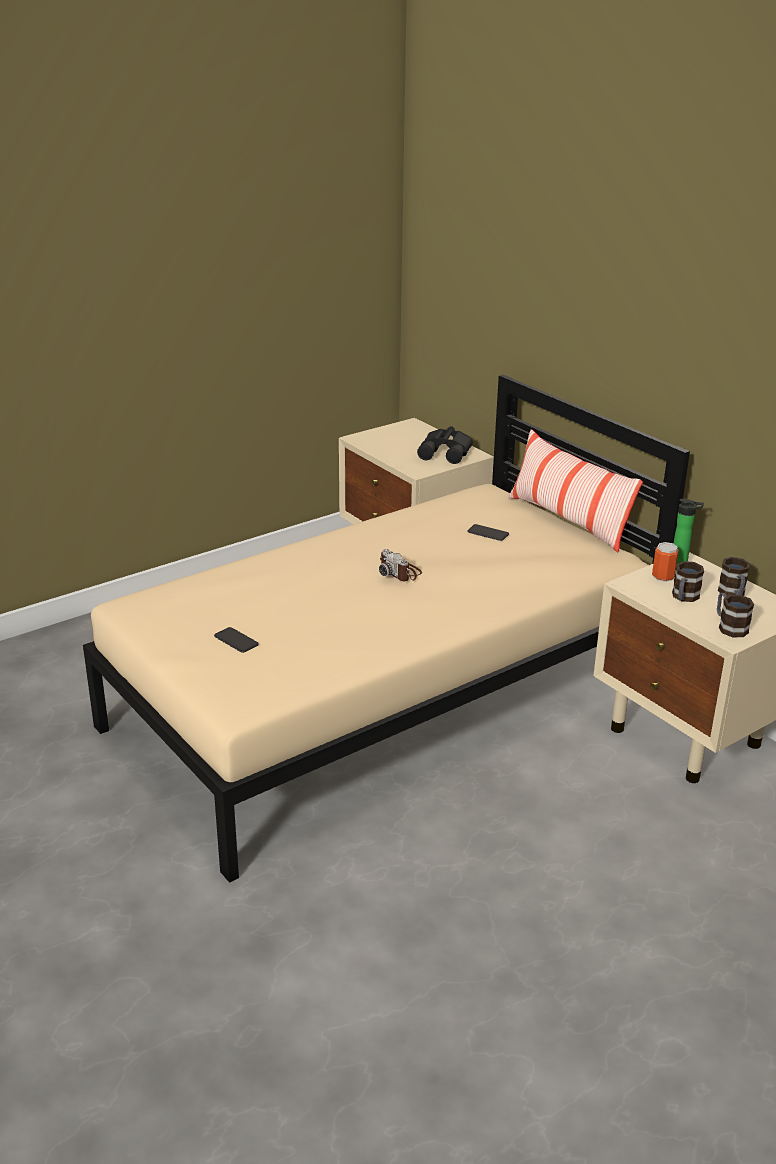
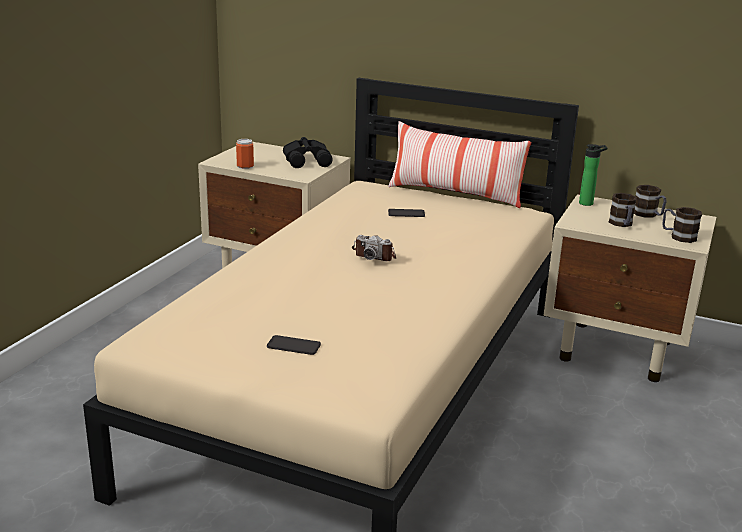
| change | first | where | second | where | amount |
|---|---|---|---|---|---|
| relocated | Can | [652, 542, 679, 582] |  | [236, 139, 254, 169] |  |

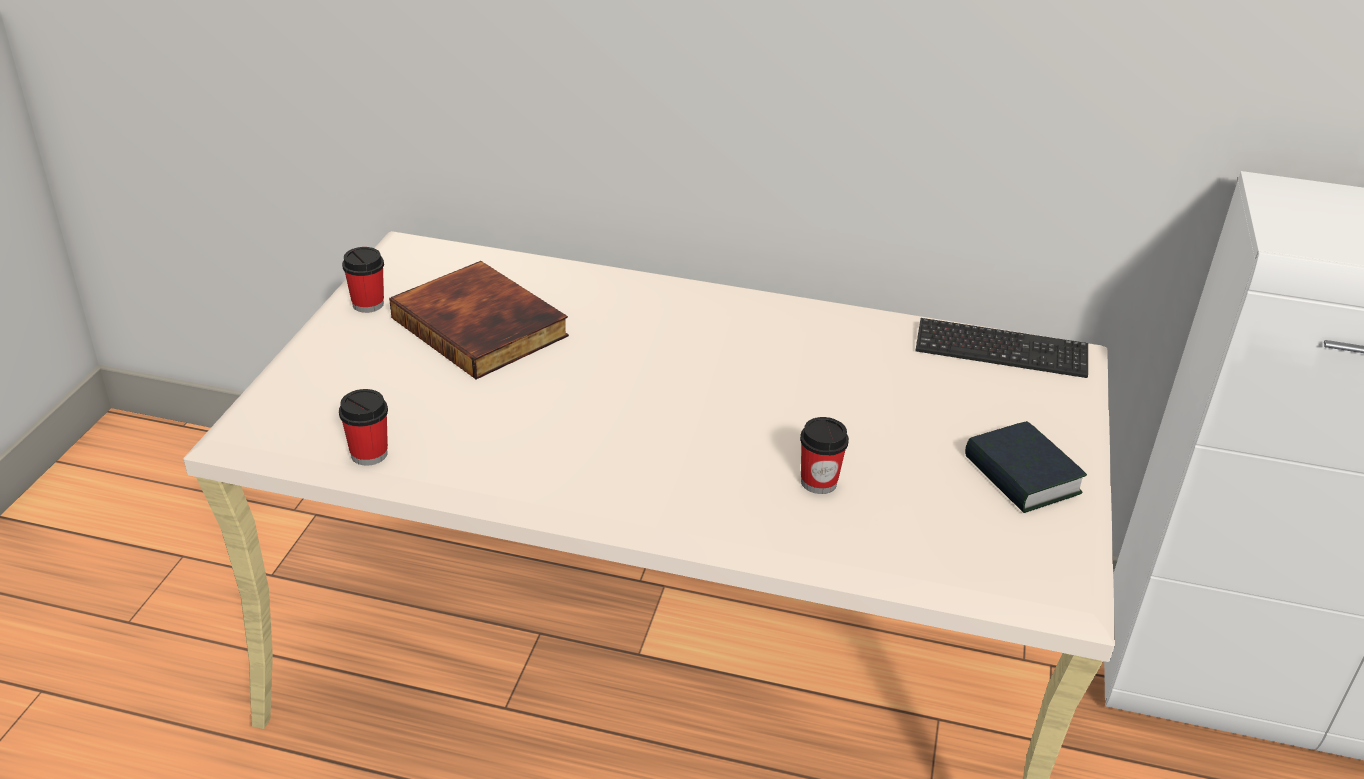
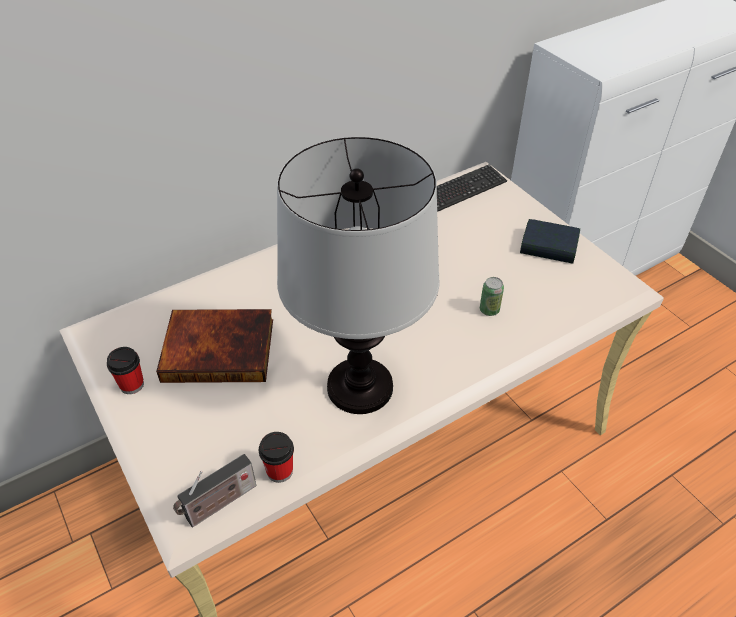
| change | first | where | second | where | amount |
|---|---|---|---|---|---|
| appeared |  |  | RadioSet | [173, 454, 256, 527] |  |
| appeared |  |  | TableLamp | [277, 137, 439, 414] |  |
| exchanged | SmallCup | [800, 417, 849, 494] | Can | [480, 277, 504, 316] |  |

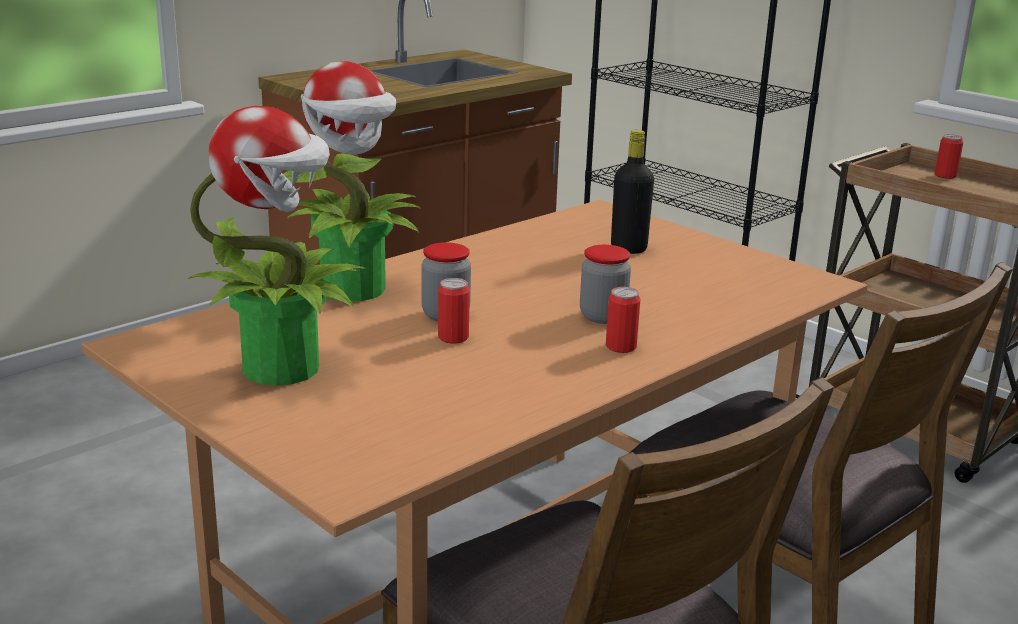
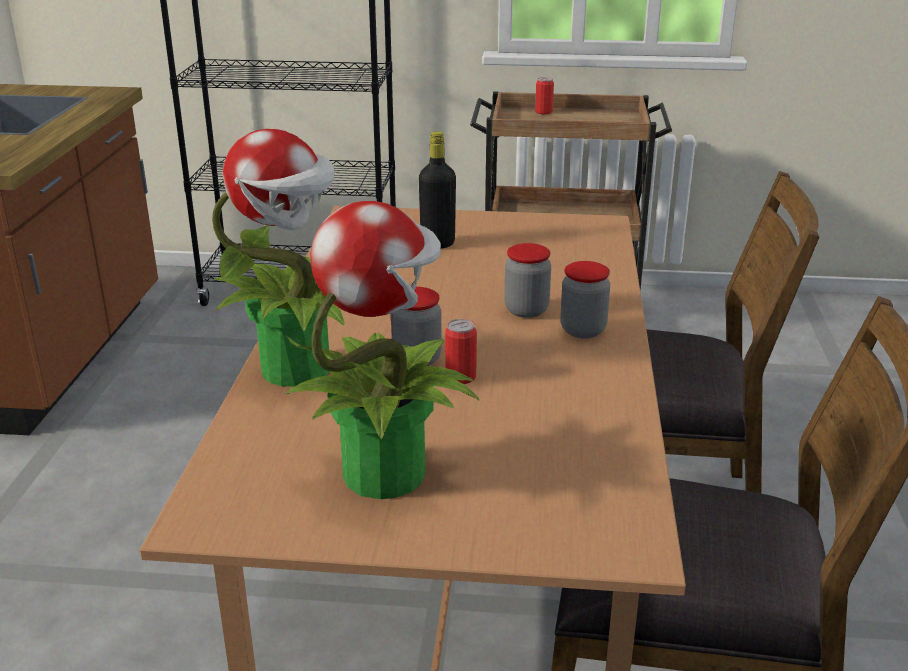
| change | first | where | second | where | amount |
|---|---|---|---|---|---|
| exchanged | Can | [606, 287, 640, 353] | PreserveJar | [560, 261, 610, 339] |  |

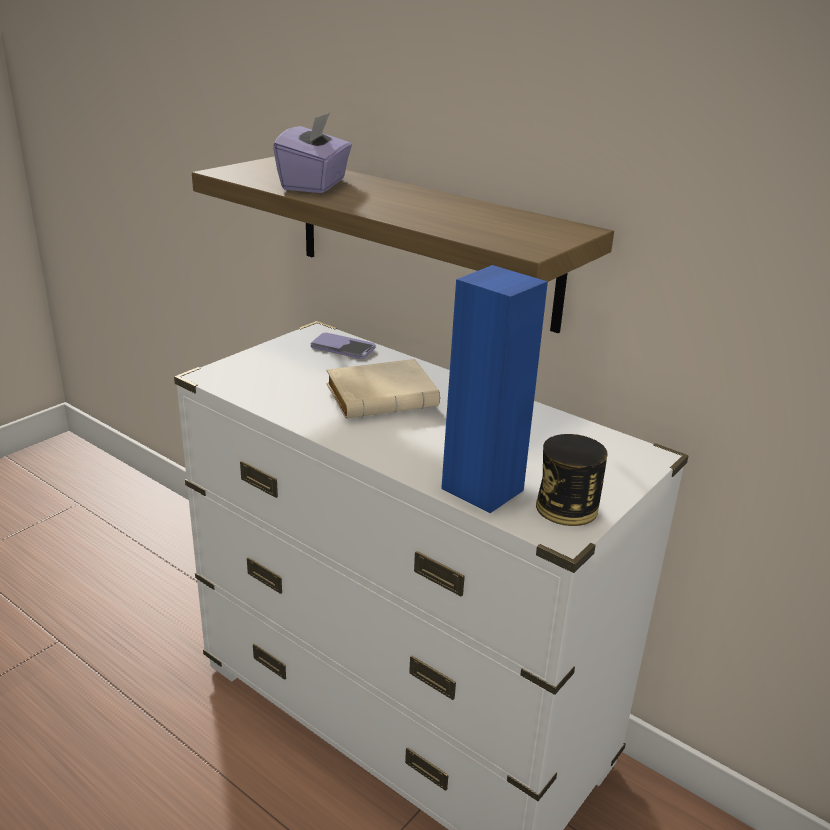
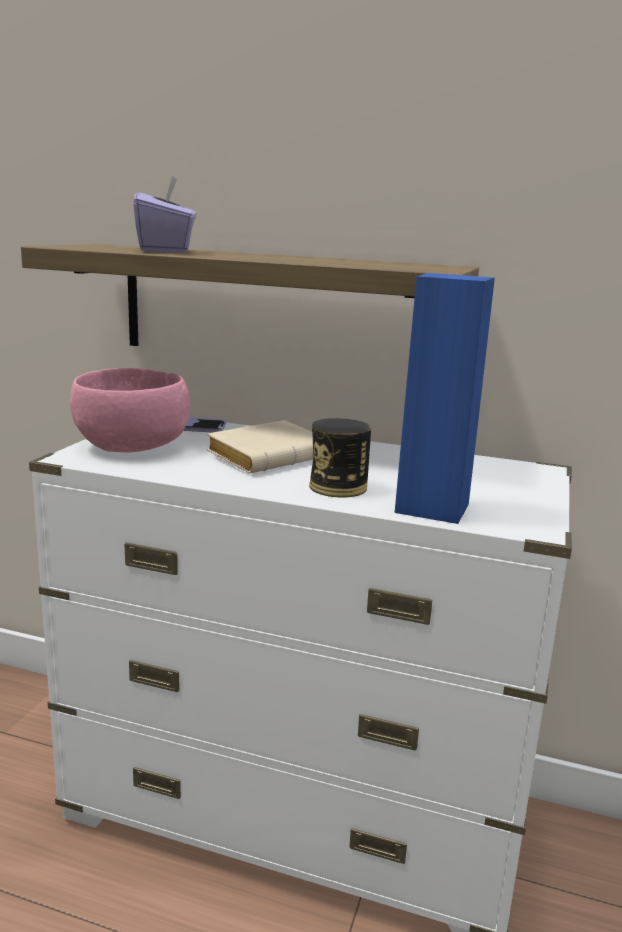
| change | first | where | second | where | amount |
|---|---|---|---|---|---|
| appeared |  |  | PinkColouredDeepDish | [70, 368, 190, 452] |  |
| relocated | Can | [536, 434, 607, 526] |  | [309, 418, 371, 498] |  |

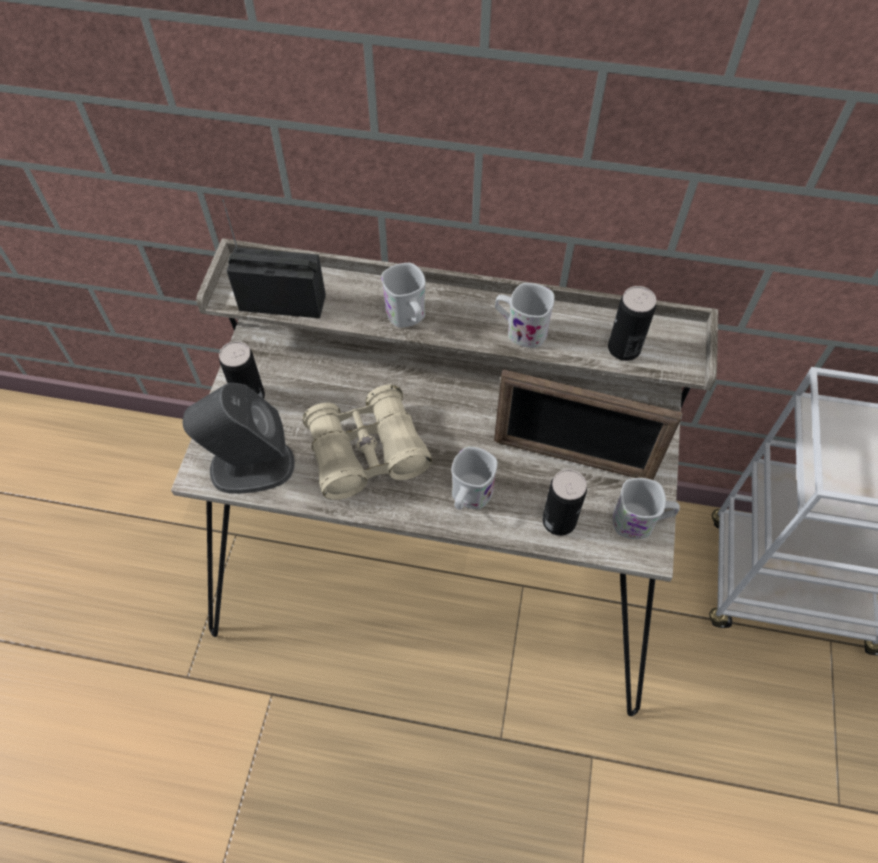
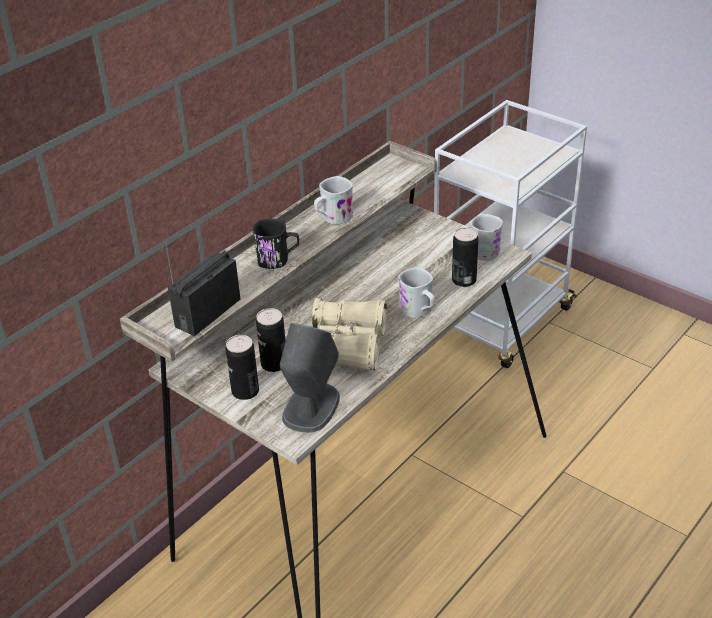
| change | first | where | second | where | amount |
|---|---|---|---|---|---|
| colour | WhiteColouredCoffeeMug | [381, 263, 426, 328] | BlackColouredCoffeeMug | [253, 219, 299, 269] |  |
| relocated | Can | [608, 286, 656, 361] |  | [256, 308, 286, 372] |  |
| missing | StandingFrame | [494, 369, 682, 480] |  |  |  |

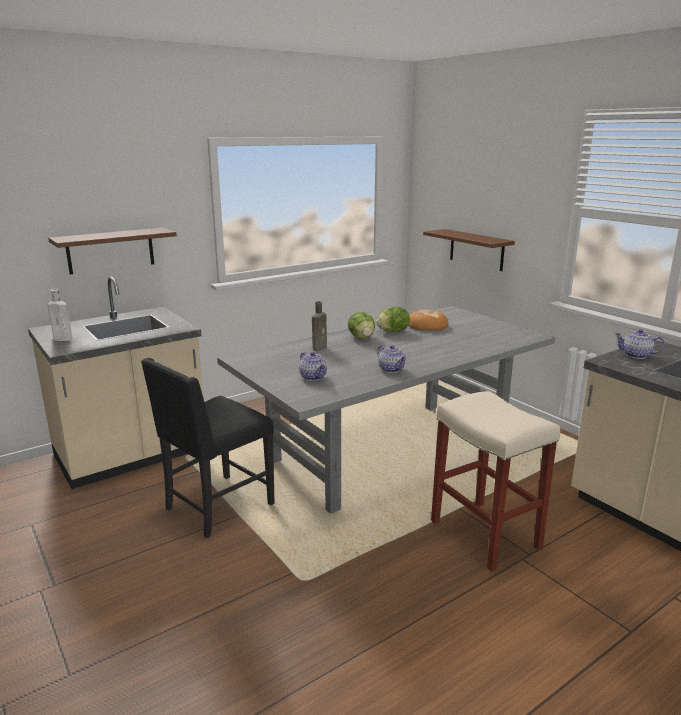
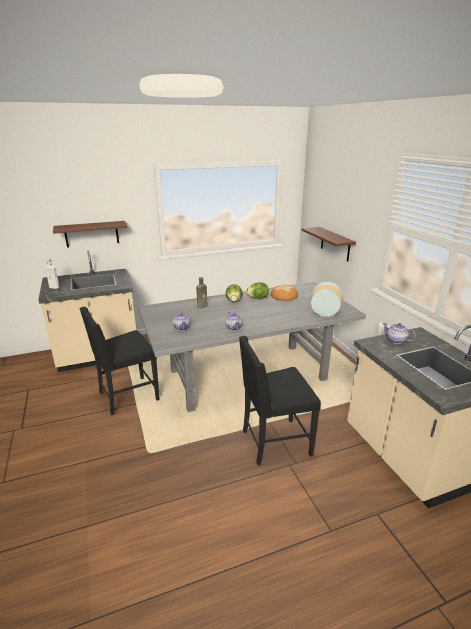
| change | first | where | second | where | amount |
|---|---|---|---|---|---|
| exchanged | BeigeColouredSittingStool | [431, 391, 560, 571] | BlackColouredChair | [239, 336, 321, 465] |  |
| appeared |  |  | DecorativeVase | [311, 282, 343, 317] |  |

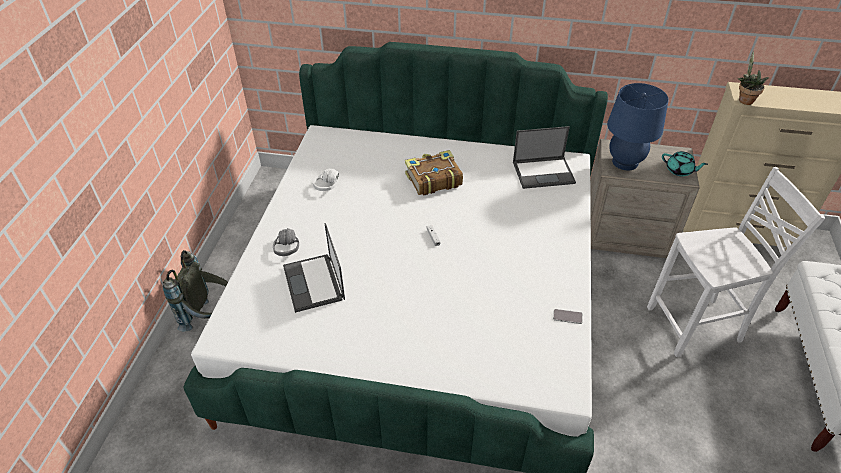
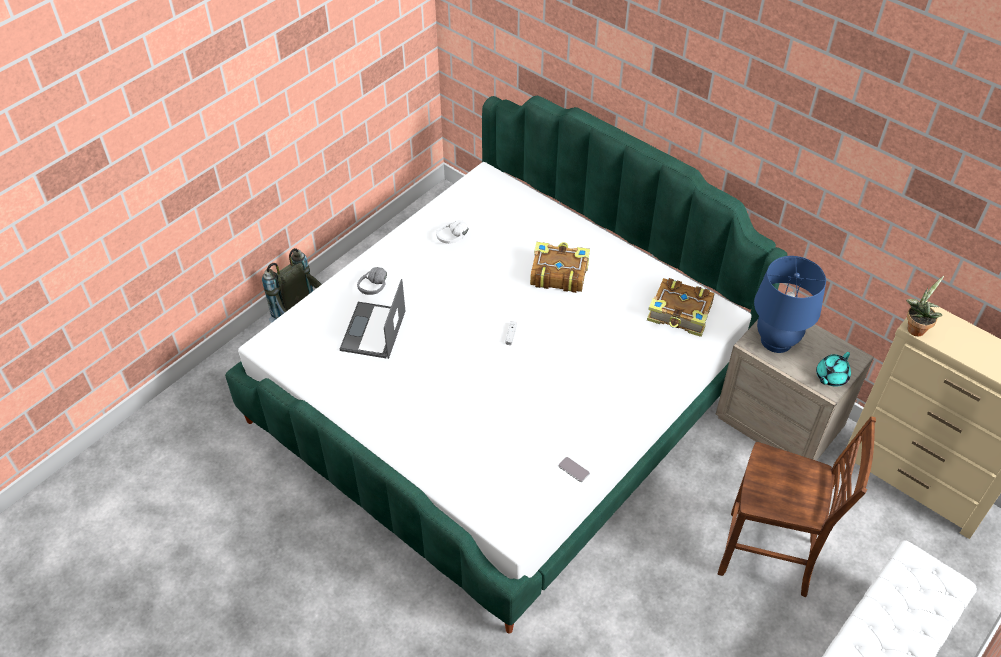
| change | first | where | second | where | amount |
|---|---|---|---|---|---|
| exchanged | PortableComputer | [513, 126, 576, 189] | BoundBook | [647, 278, 715, 337] |  |
| colour | WhiteColouredChair | [647, 167, 825, 357] | BrownishChair | [718, 416, 876, 597] |  |
| spun | TurquoisePotForTea | [662, 151, 708, 176] |  | [816, 352, 851, 387] | 75 degrees clockwise |

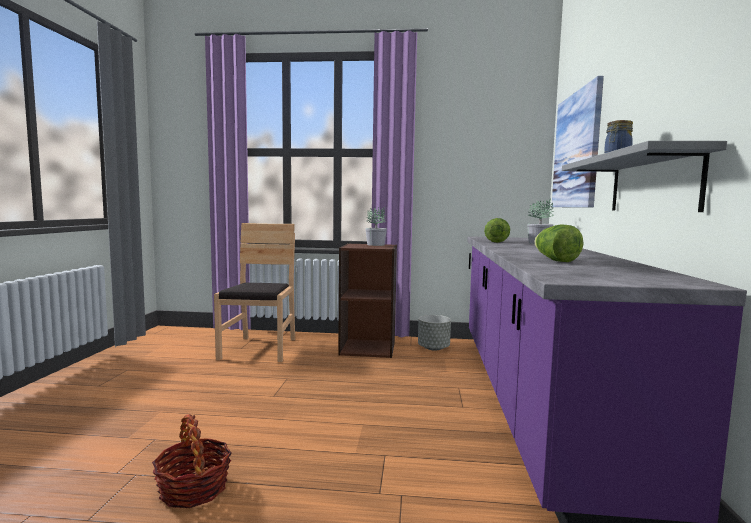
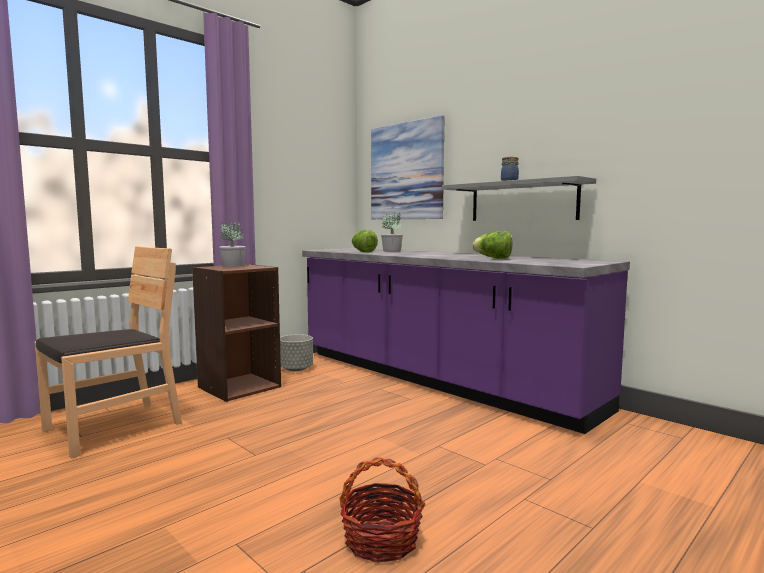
| change | first | where | second | where | amount |
|---|---|---|---|---|---|
| spun | BrownishChair | [214, 223, 295, 362] |  | [34, 246, 182, 459] | 90 degrees clockwise |

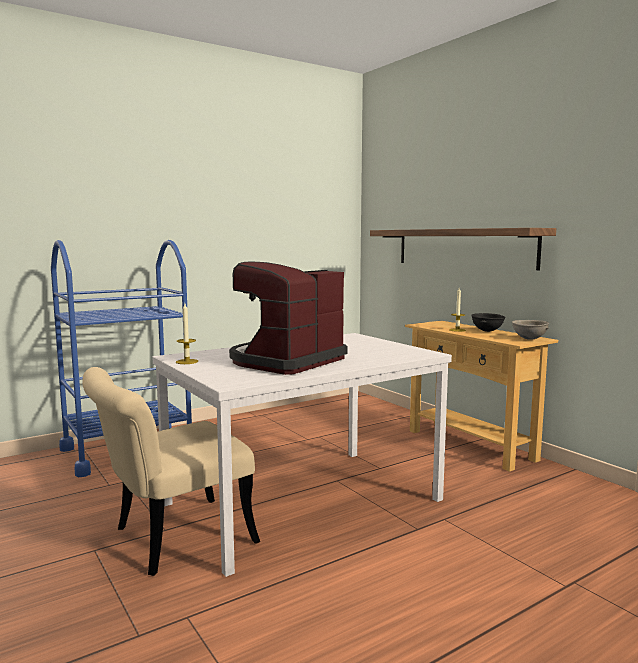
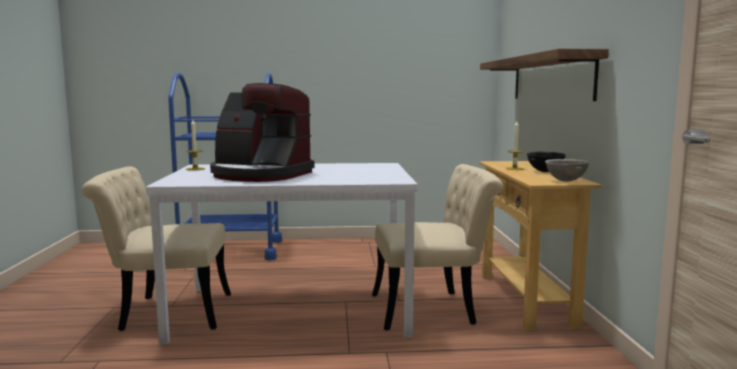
| change | first | where | second | where | amount |
|---|---|---|---|---|---|
| spun | CoffeeMachine | [229, 262, 348, 375] |  | [210, 83, 315, 182] | 135 degrees counterclockwise |
| appeared |  |  | BeigeColouredChair | [372, 164, 503, 330] |  |

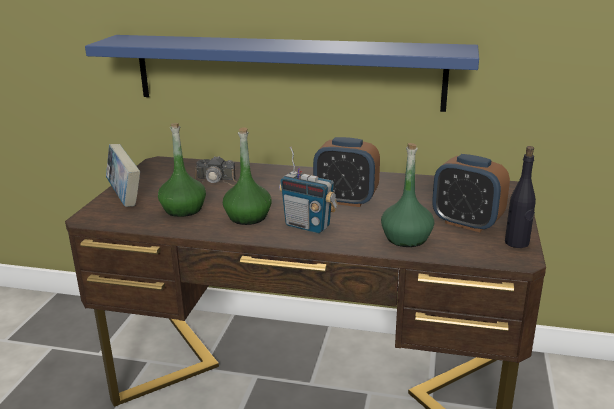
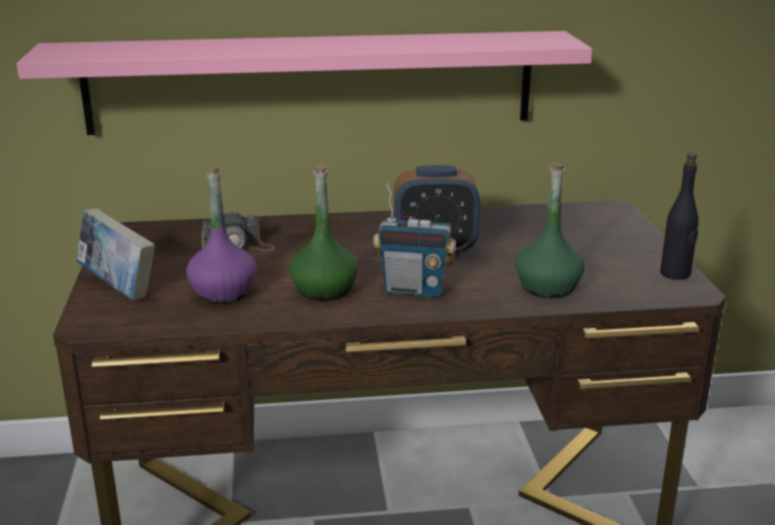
| change | first | where | second | where | amount |
|---|---|---|---|---|---|
| colour | BlueColouredBracketShelf | [85, 35, 479, 112] | PinkColouredBracketShelf | [17, 31, 592, 135] |  |
| colour | GreenColouredDrinkBottle | [158, 123, 206, 217] | PurplishDrinkBottle | [186, 167, 257, 304] |  |
| missing | TableClock | [432, 154, 510, 232] |  |  |  |

